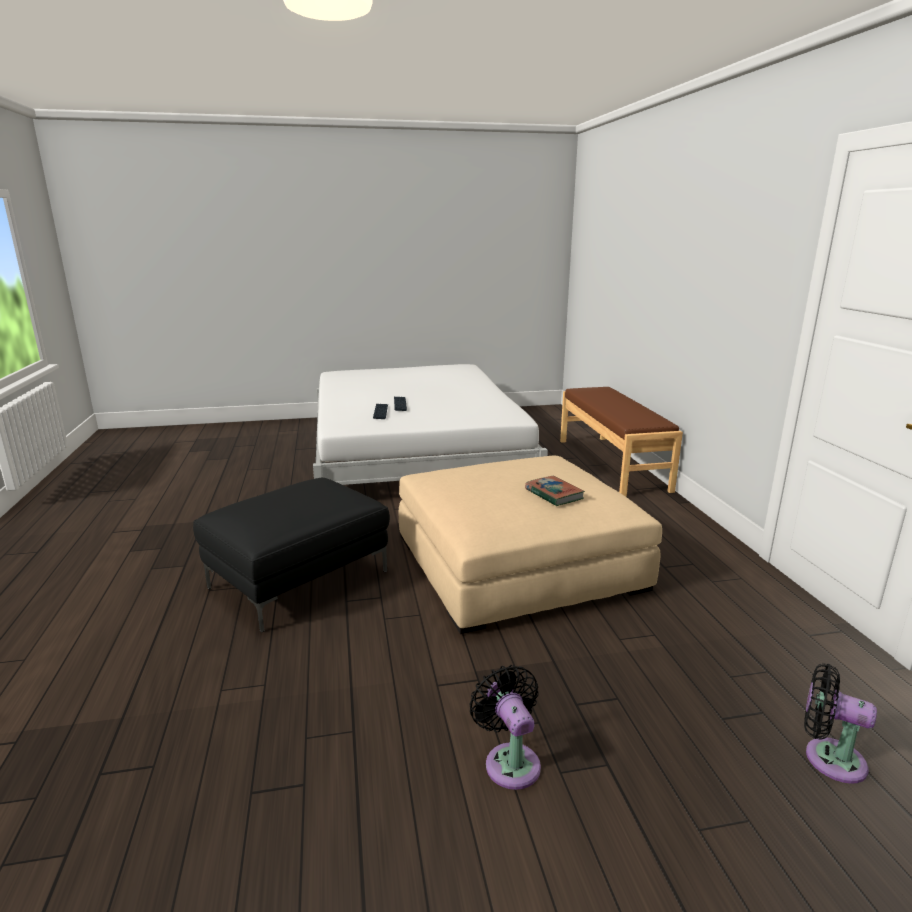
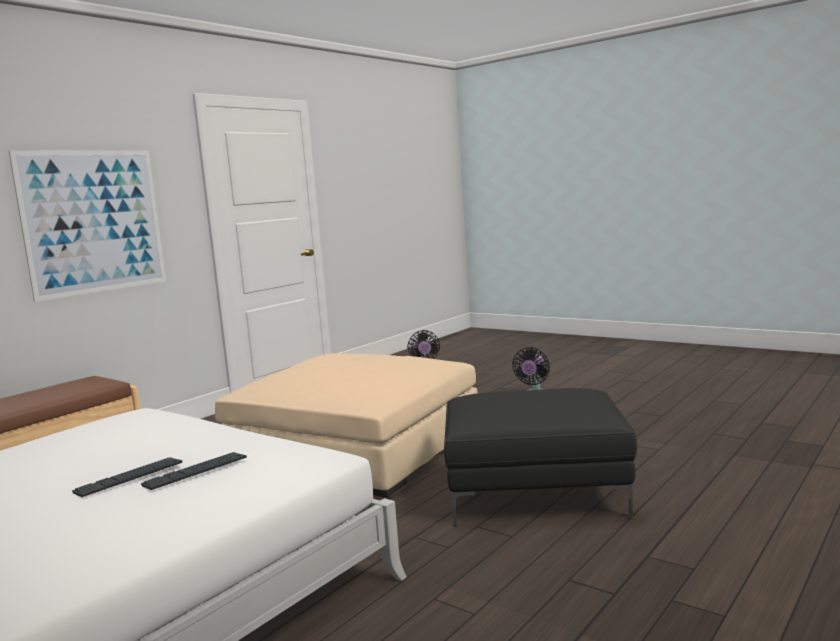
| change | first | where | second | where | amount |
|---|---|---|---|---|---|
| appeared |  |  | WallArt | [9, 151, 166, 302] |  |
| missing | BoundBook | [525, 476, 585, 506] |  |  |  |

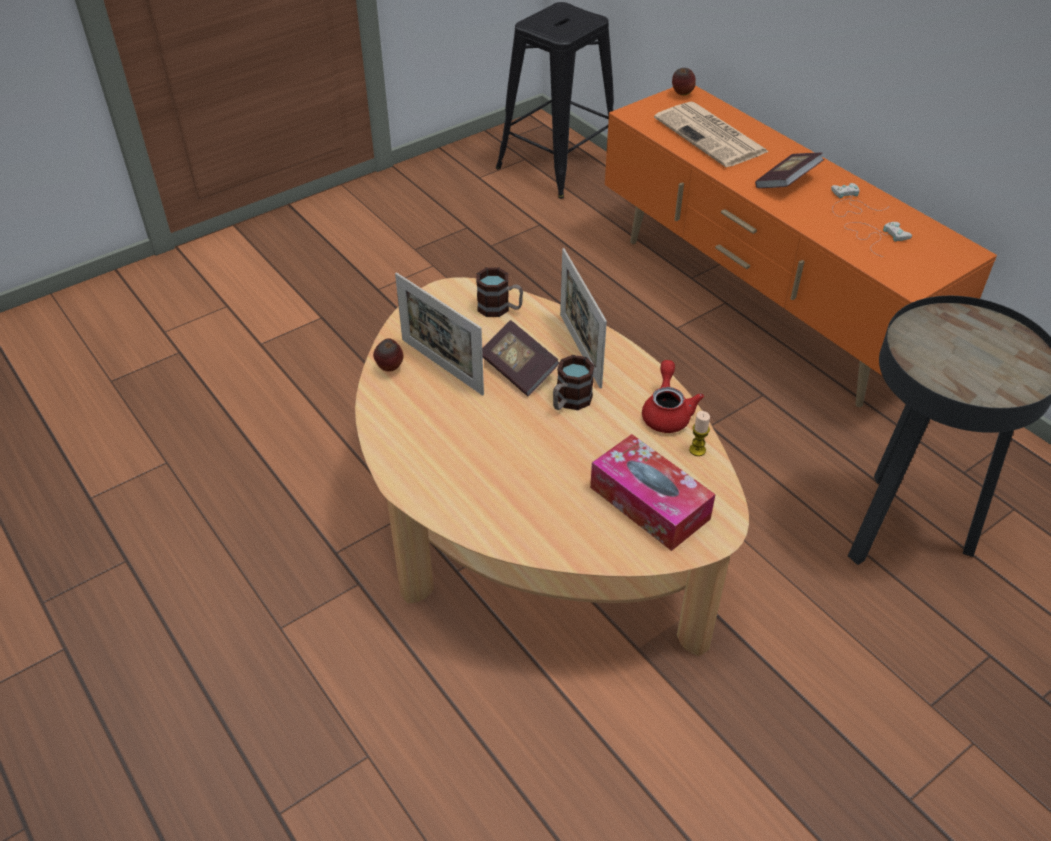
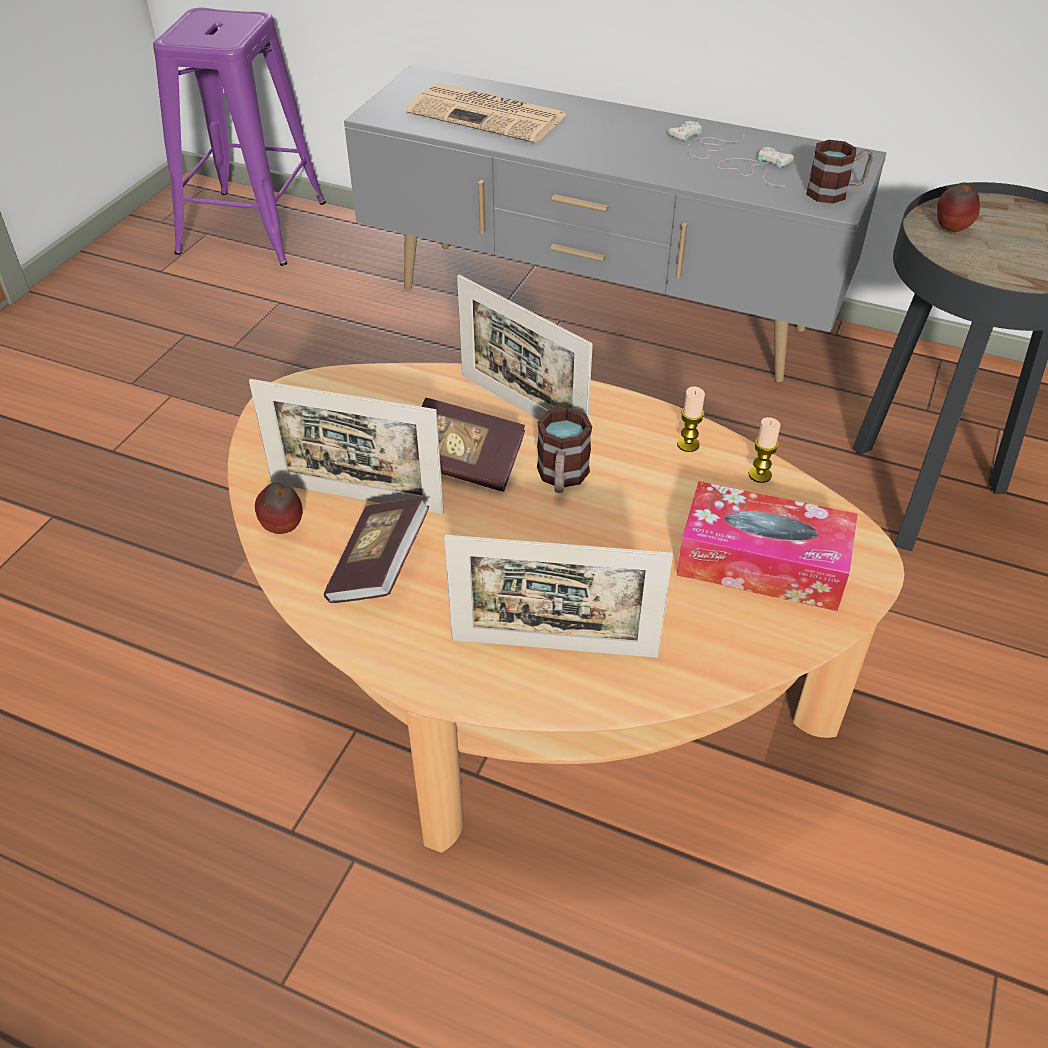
| change | first | where | second | where | amount |
|---|---|---|---|---|---|
| colour | BlackColouredSittingStool | [496, 2, 614, 199] | PurplishSittingStool | [153, 8, 326, 266] |  |
| relocated | BoundBook | [755, 152, 824, 188] |  | [324, 497, 429, 603] |  |
| colour | OrangeTvStand | [605, 86, 997, 407] | GreyTvStand | [344, 65, 887, 382] |  |
| appeared |  |  | StandingFrame | [444, 535, 673, 658] |  |
| exchanged | RedPotForTea | [642, 360, 704, 433] | Candle | [677, 387, 705, 452] |  |
| relocated | CoffeeMug | [476, 267, 523, 317] |  | [806, 140, 873, 204] |  |
| relocated | AppleFruit | [672, 68, 696, 95] |  | [937, 182, 980, 232] |  |

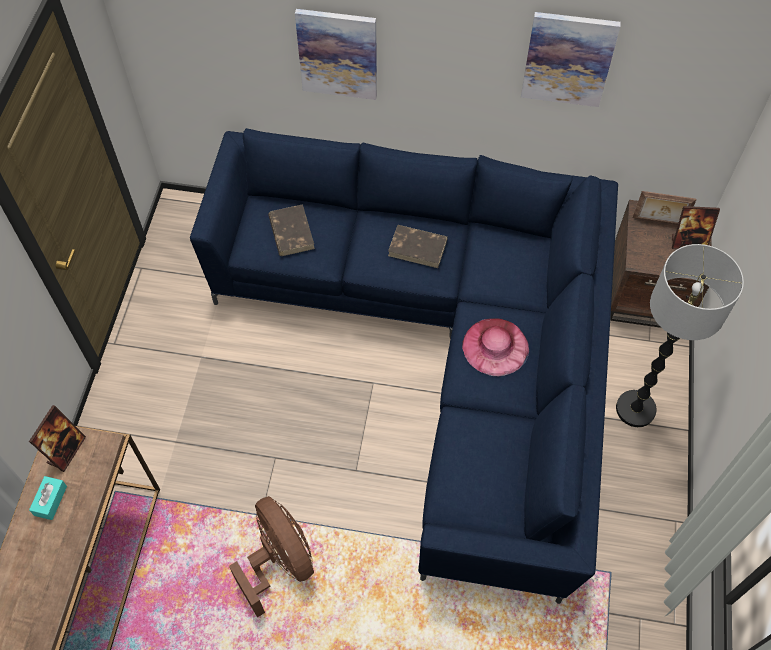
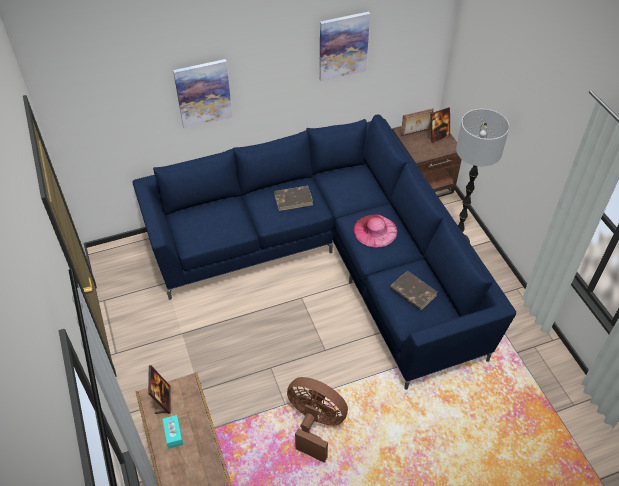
| change | first | where | second | where | amount |
|---|---|---|---|---|---|
| relocated | BrownishBoundBook | [268, 204, 315, 256] |  | [390, 271, 437, 310] |  |

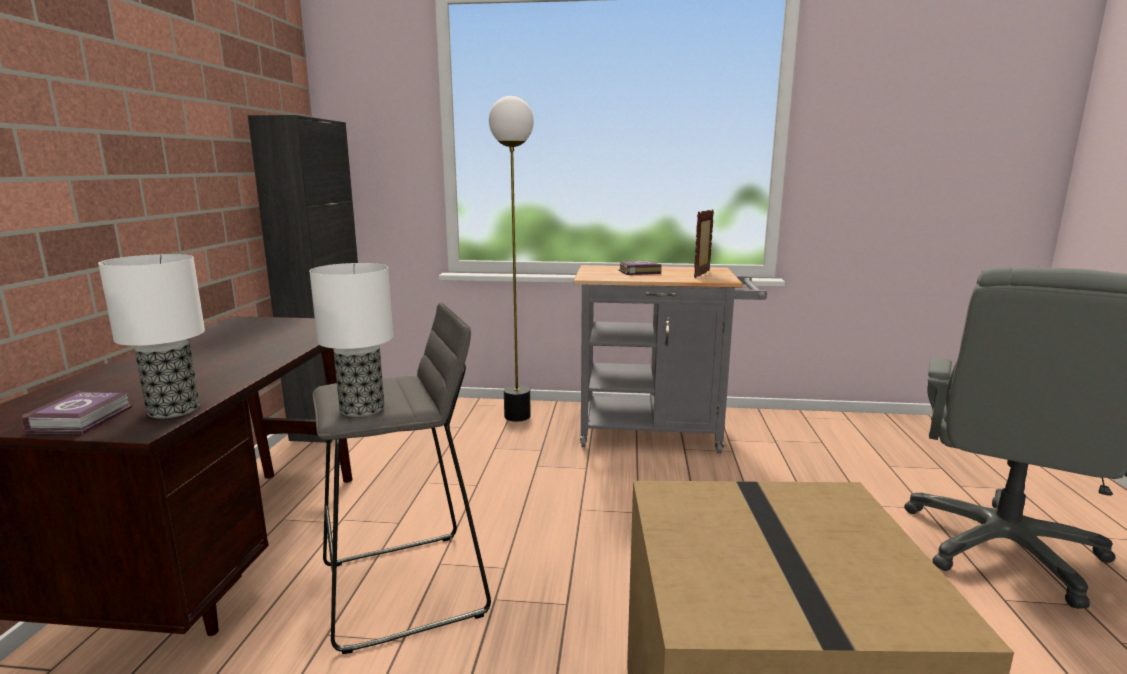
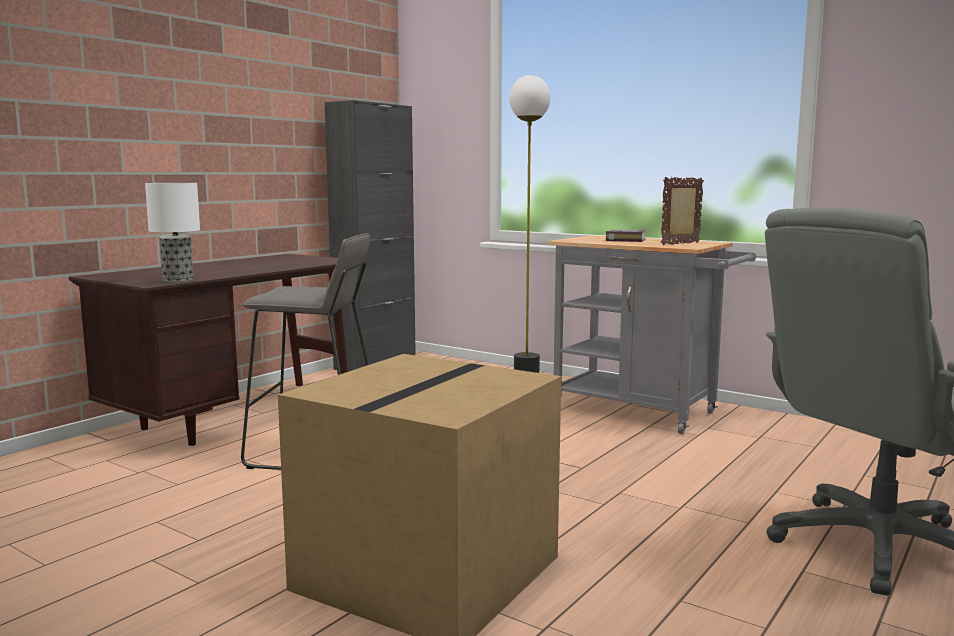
| change | first | where | second | where | amount |
|---|---|---|---|---|---|
| missing | BoundBook | [22, 390, 133, 434] |  |  |  |
| missing | TableLamp | [310, 263, 393, 417] |  |  |  |

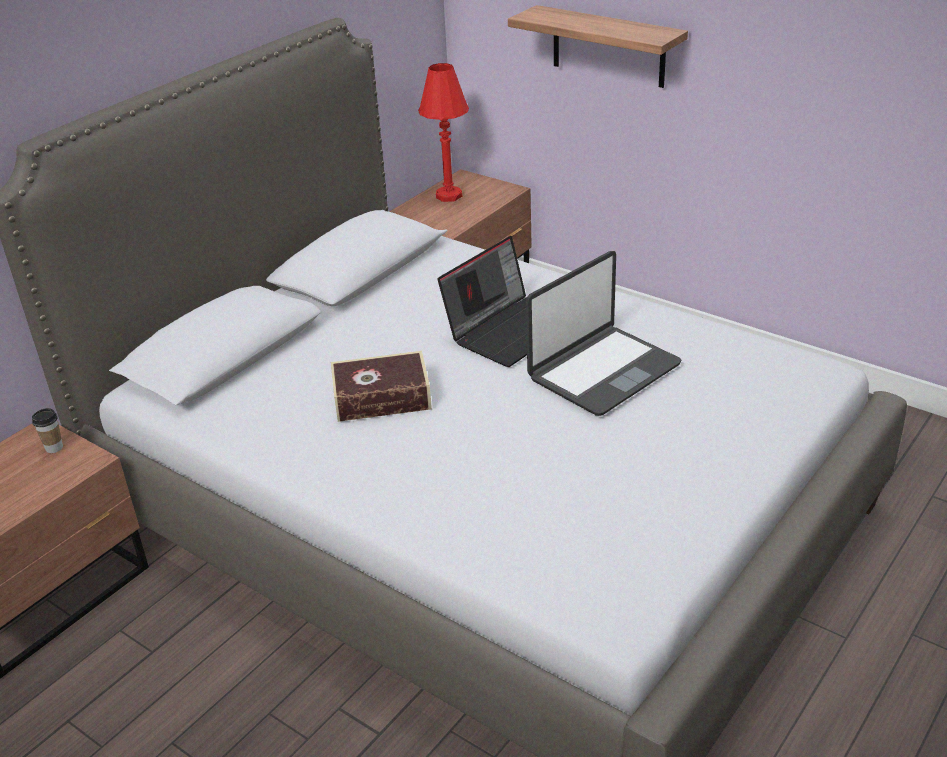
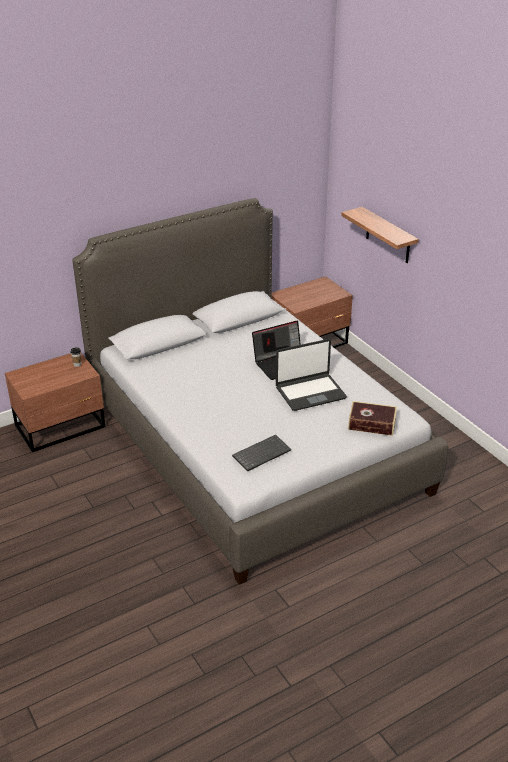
| change | first | where | second | where | amount |
|---|---|---|---|---|---|
| appeared |  |  | Keyboard | [232, 435, 291, 472] |  |
| relocated | BoundBook | [331, 351, 432, 422] |  | [348, 401, 397, 436] |  |
| missing | RedTableLamp | [418, 63, 469, 202] |  |  |  |

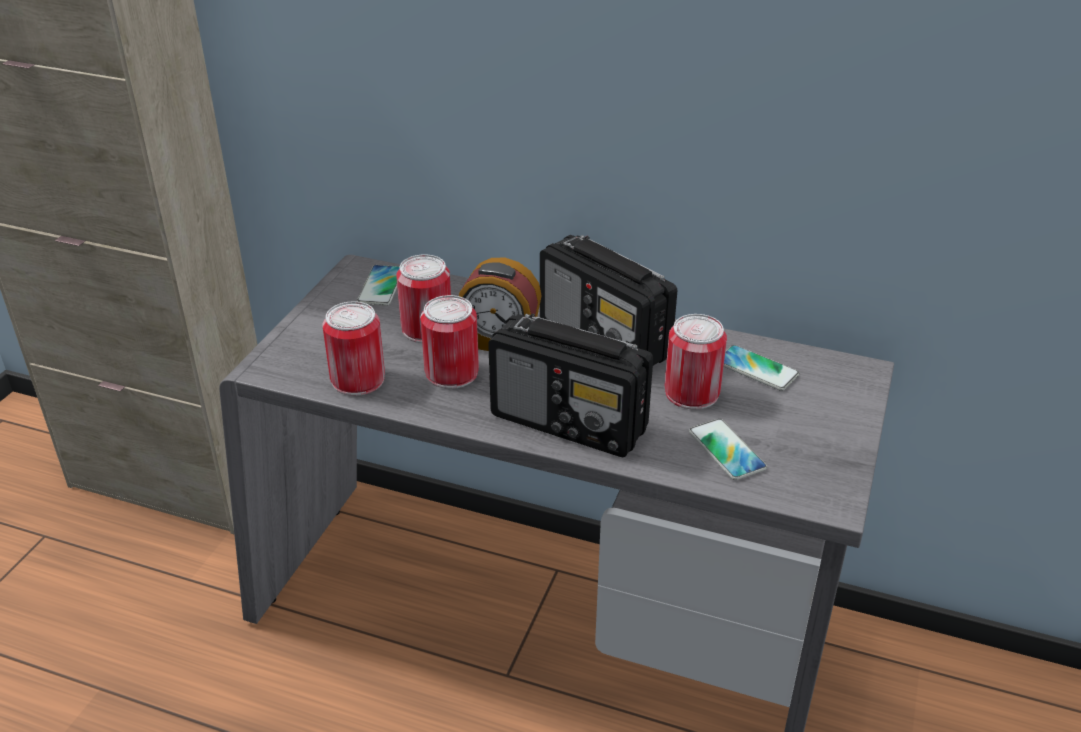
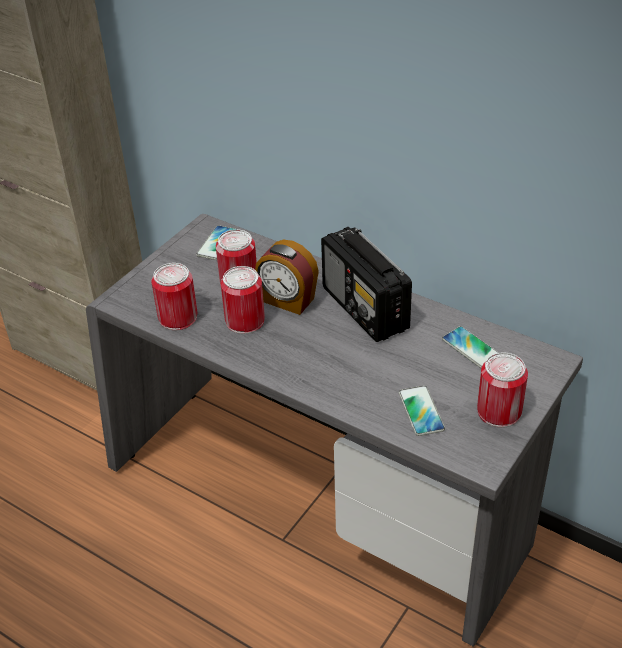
| change | first | where | second | where | amount |
|---|---|---|---|---|---|
| relocated | Can | [665, 314, 727, 410] |  | [477, 352, 528, 428] |  |
| missing | RadioSet | [488, 313, 653, 457] |  |  |  |

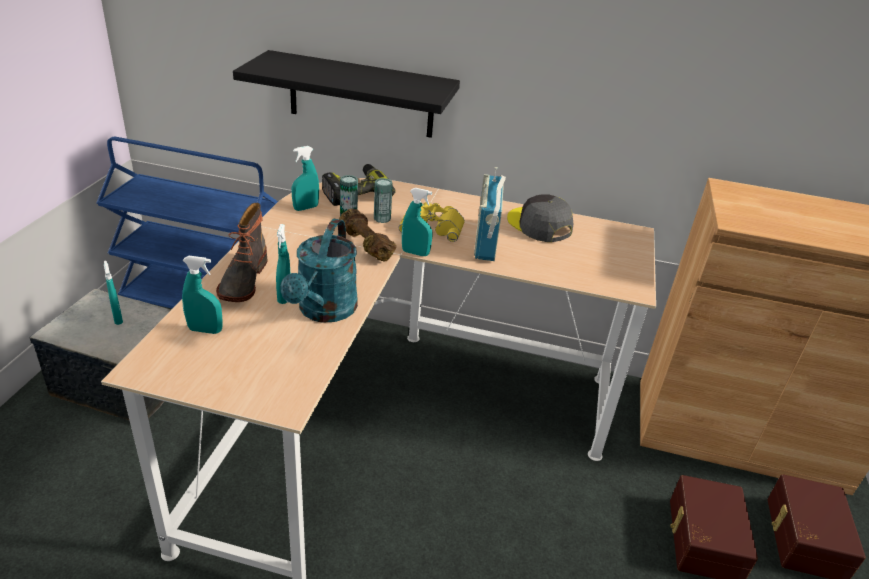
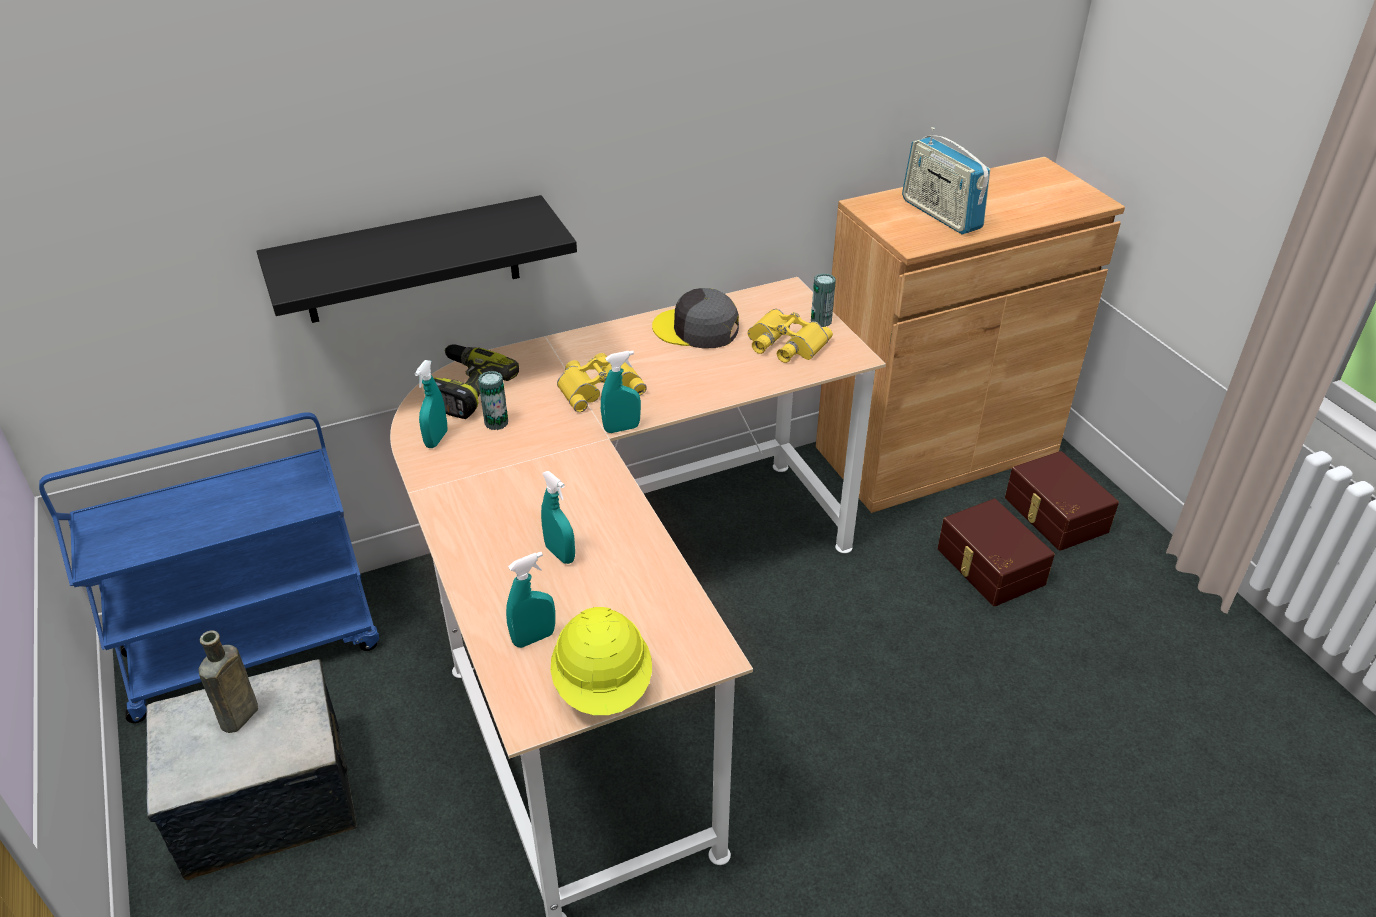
| change | first | where | second | where | amount |
|---|---|---|---|---|---|
| exchanged | TurquoiseHandSprayer | [104, 261, 123, 325] | BrownishDrinkBottle | [198, 630, 258, 733] |  |
| appeared |  |  | YellowishSafetyHelmet | [551, 607, 652, 715] |  |
| appeared |  |  | YellowishBinoculars | [748, 309, 833, 363] |  |
| relocated | Can | [374, 178, 393, 223] |  | [811, 274, 836, 327] |  |
| relocated | RadioSet | [474, 167, 506, 261] |  | [902, 127, 990, 234] |  |
| missing | TallBoot | [216, 203, 267, 302] |  |  |  |
| missing | TurquoiseWateringCan | [280, 219, 358, 323] |  |  |  |
| missing | BrownishDumbbell | [339, 208, 396, 262] |  |  |  |

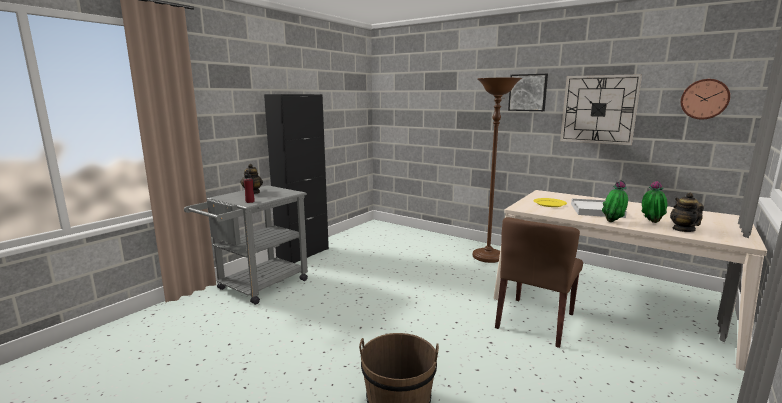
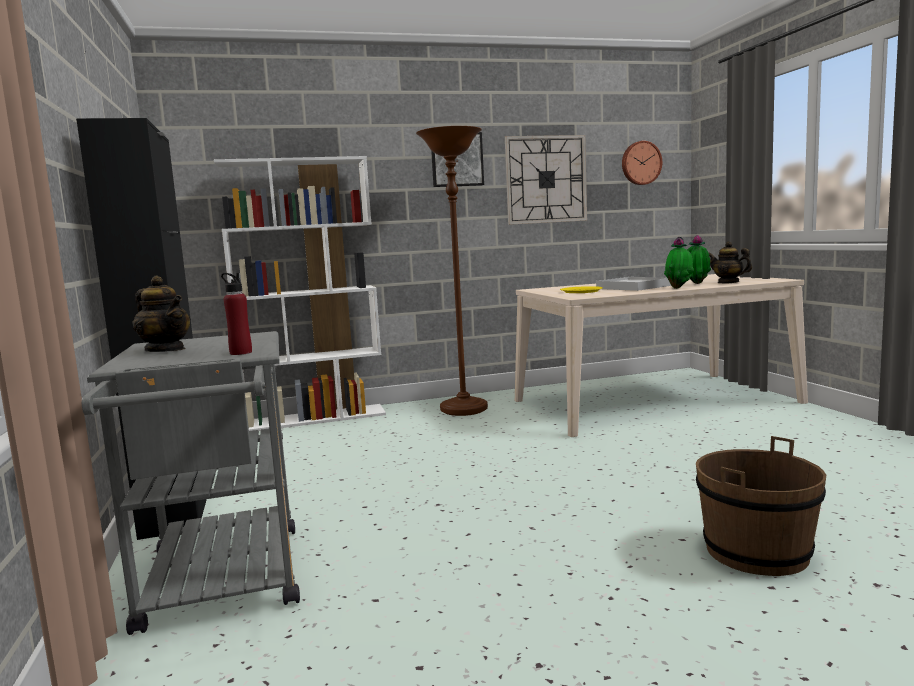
| change | first | where | second | where | amount |
|---|---|---|---|---|---|
| appeared |  |  | WhiteColouredBookcase | [214, 156, 386, 431] |  |
| missing | BrownishChair | [495, 217, 583, 348] |  |  |  |

